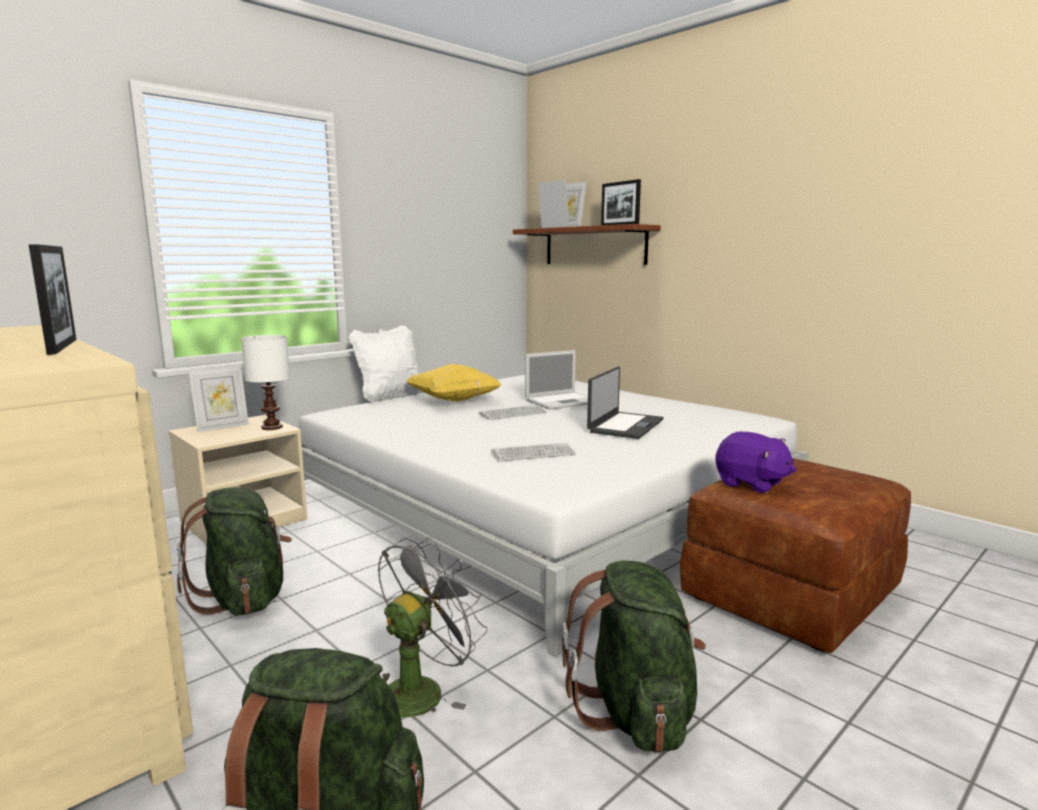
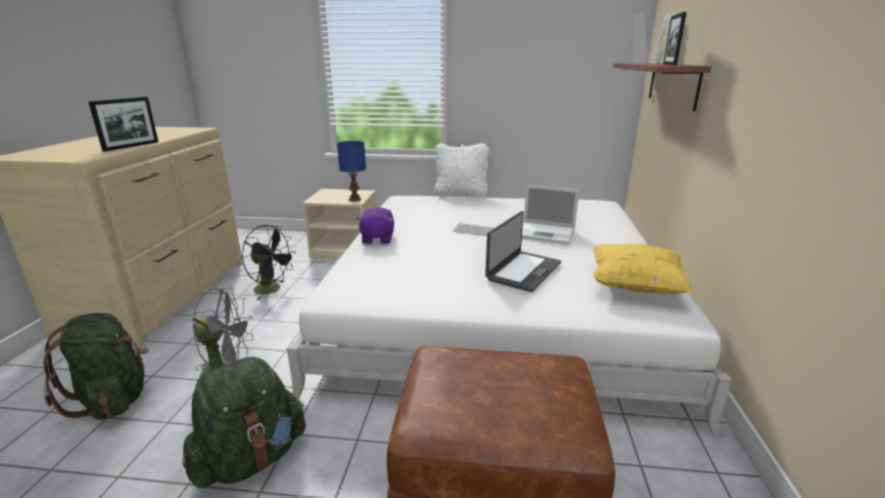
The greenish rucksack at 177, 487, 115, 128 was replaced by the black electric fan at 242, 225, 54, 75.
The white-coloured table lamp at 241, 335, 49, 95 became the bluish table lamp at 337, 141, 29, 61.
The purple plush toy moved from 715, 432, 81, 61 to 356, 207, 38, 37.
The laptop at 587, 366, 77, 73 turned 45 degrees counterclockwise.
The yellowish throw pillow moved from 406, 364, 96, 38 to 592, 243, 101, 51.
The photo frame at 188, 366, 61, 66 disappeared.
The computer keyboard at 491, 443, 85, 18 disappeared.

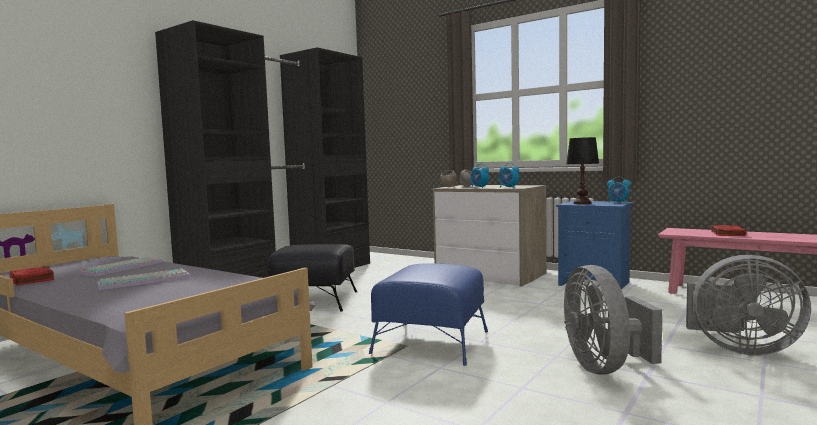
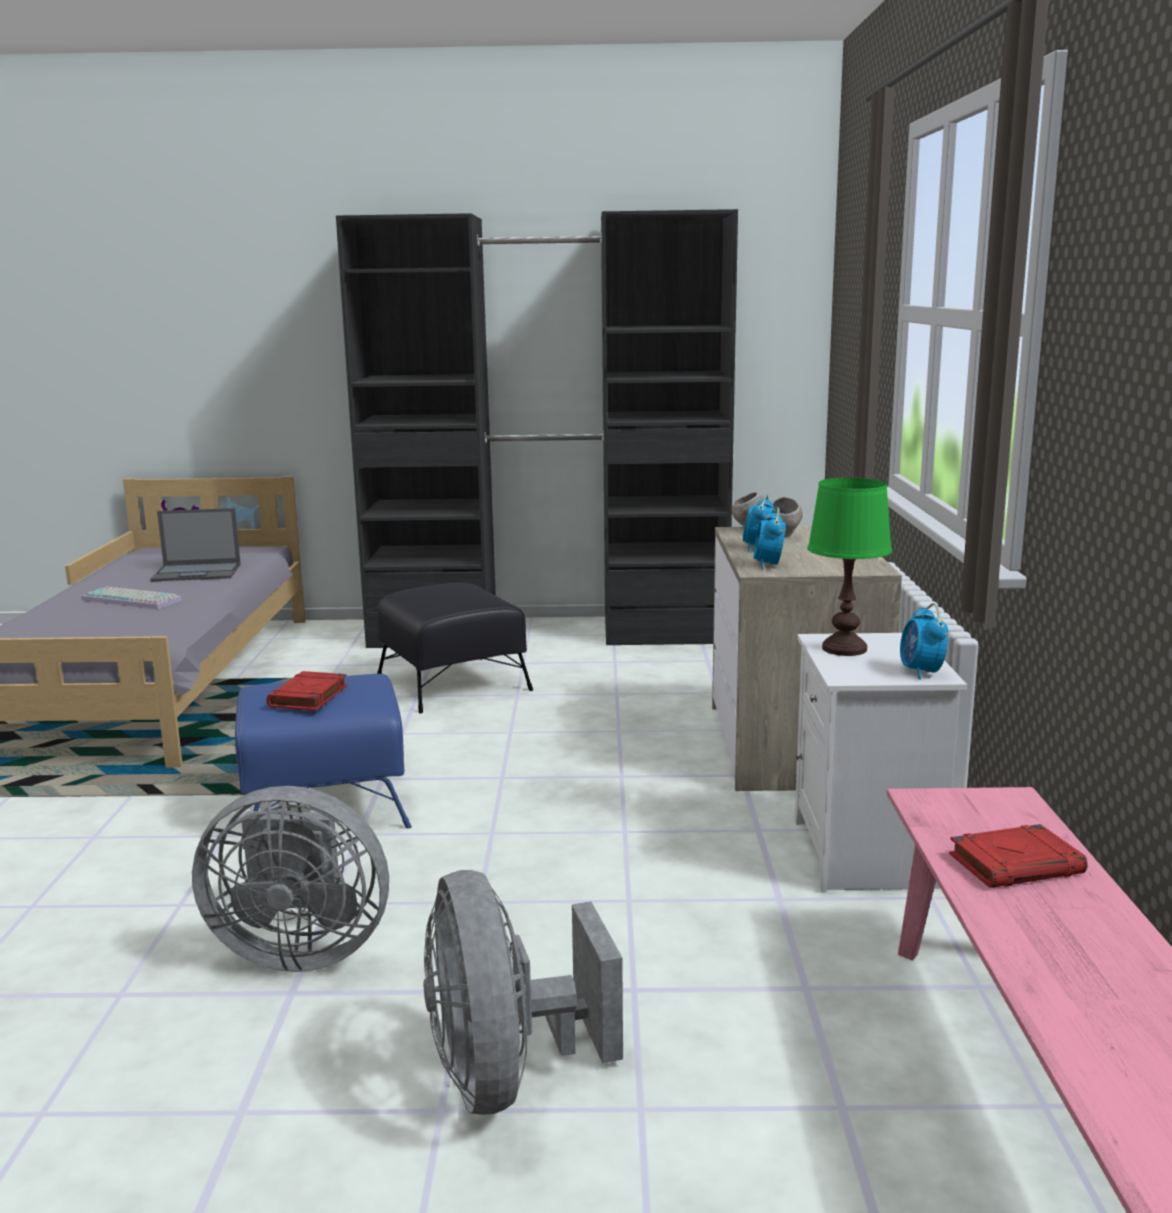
The computer keyboard at 80, 257, 83, 20 was replaced by the laptop at 150, 508, 91, 74.
The grey electric fan at 564, 265, 98, 110 turned 135 degrees counterclockwise.
The red-coloured volume moved from 9, 266, 45, 19 to 266, 671, 81, 40.
The bluish night table at 556, 201, 78, 88 became the white-coloured night table at 795, 633, 172, 259.
The black table lamp at 566, 137, 33, 67 became the greenish table lamp at 807, 478, 85, 178.

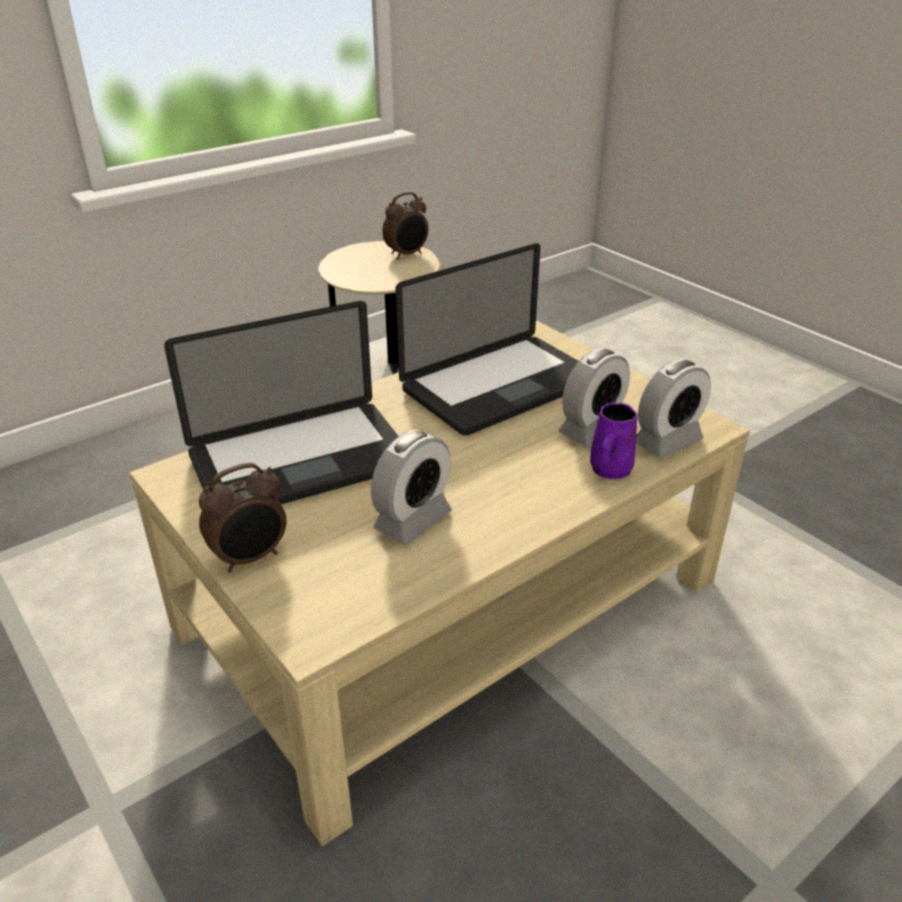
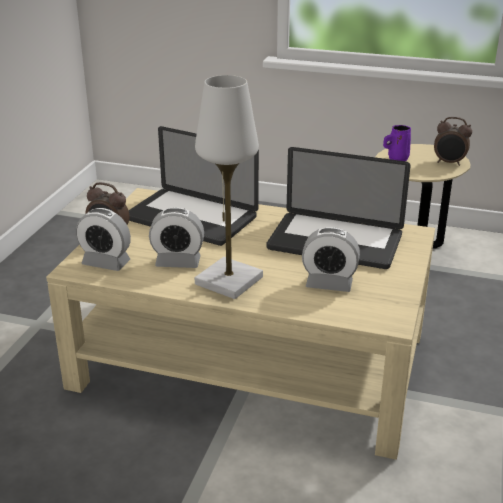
The bedside clock moved from 636, 359, 75, 99 to 76, 208, 55, 63.
The white-coloured table lamp at 195, 75, 68, 224 appeared.
The purple mug moved from 590, 403, 48, 76 to 383, 125, 28, 36.

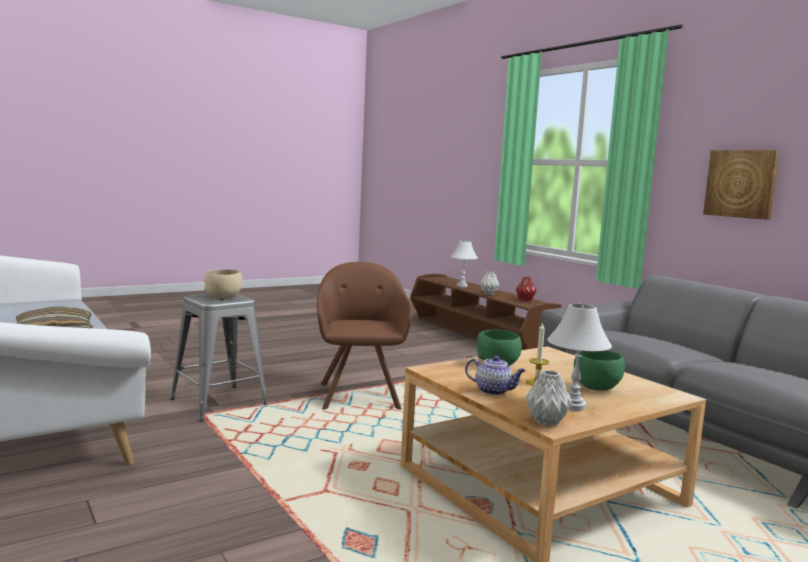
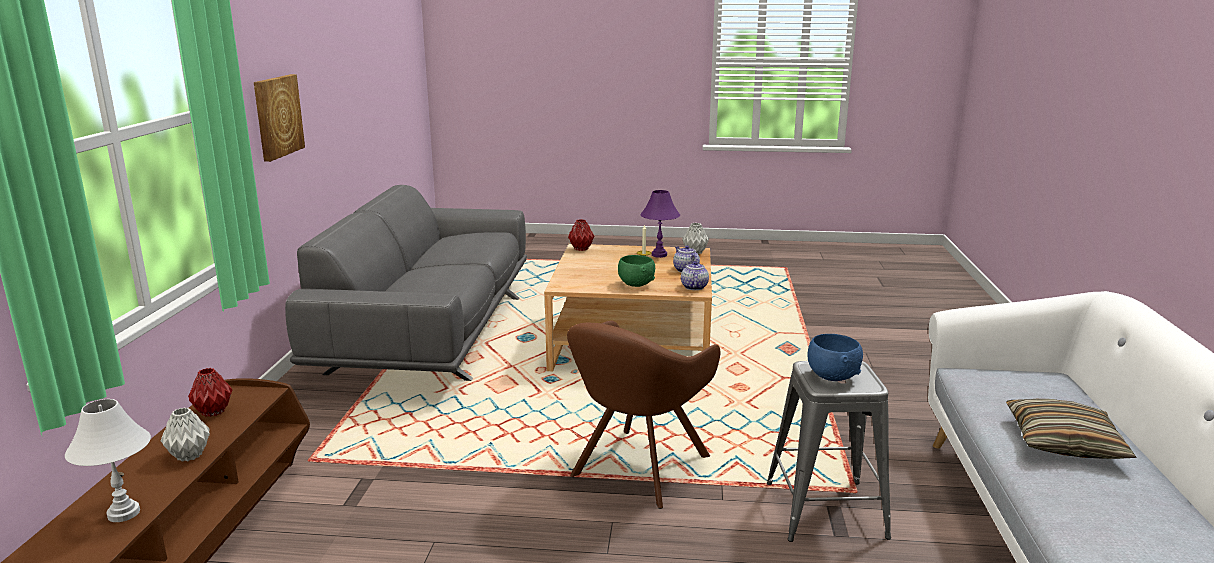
The red-coloured flower vase at 568, 219, 26, 32 appeared.
The white-coloured table lamp at 547, 304, 65, 107 became the purple table lamp at 640, 190, 40, 68.
The tea pot at 681, 261, 28, 29 appeared.
The sand-coloured deep dish at 204, 269, 38, 30 became the bluish deep dish at 808, 334, 55, 47.
The greenish deep dish at 574, 350, 51, 41 disappeared.

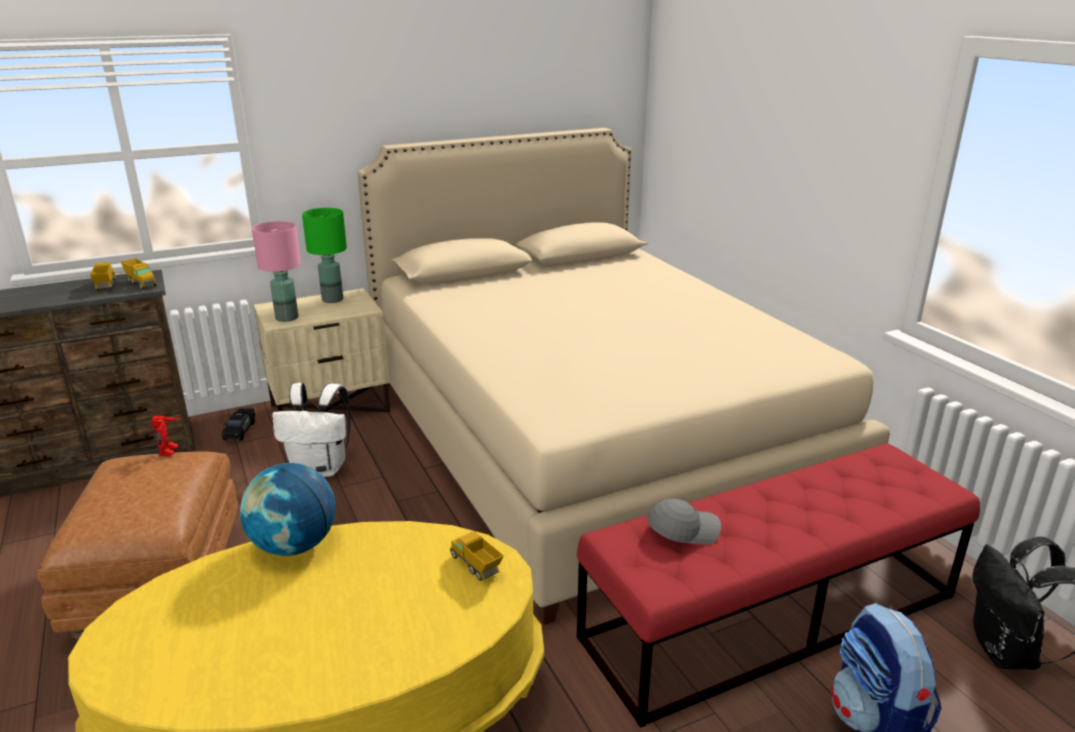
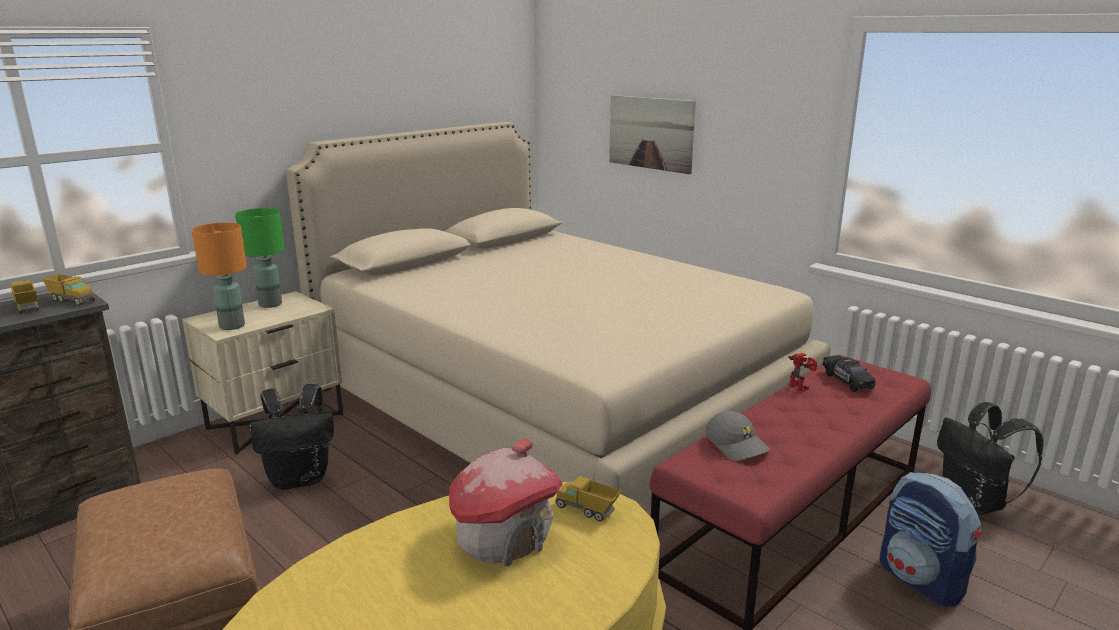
The pink table lamp at 252, 221, 49, 101 became the orange table lamp at 192, 222, 55, 108.
The white-coloured rucksack at 272, 383, 78, 94 became the black rucksack at 250, 384, 84, 106.
The model house at 449, 438, 114, 128 appeared.
The wall picture at 609, 95, 87, 79 appeared.
The grey peaked cap at 647, 499, 74, 46 turned 90 degrees clockwise.
The robot figure moved from 151, 416, 31, 40 to 788, 353, 29, 38.
The black model car moved from 222, 408, 33, 33 to 822, 355, 54, 37.
The globe at 240, 463, 96, 93 disappeared.

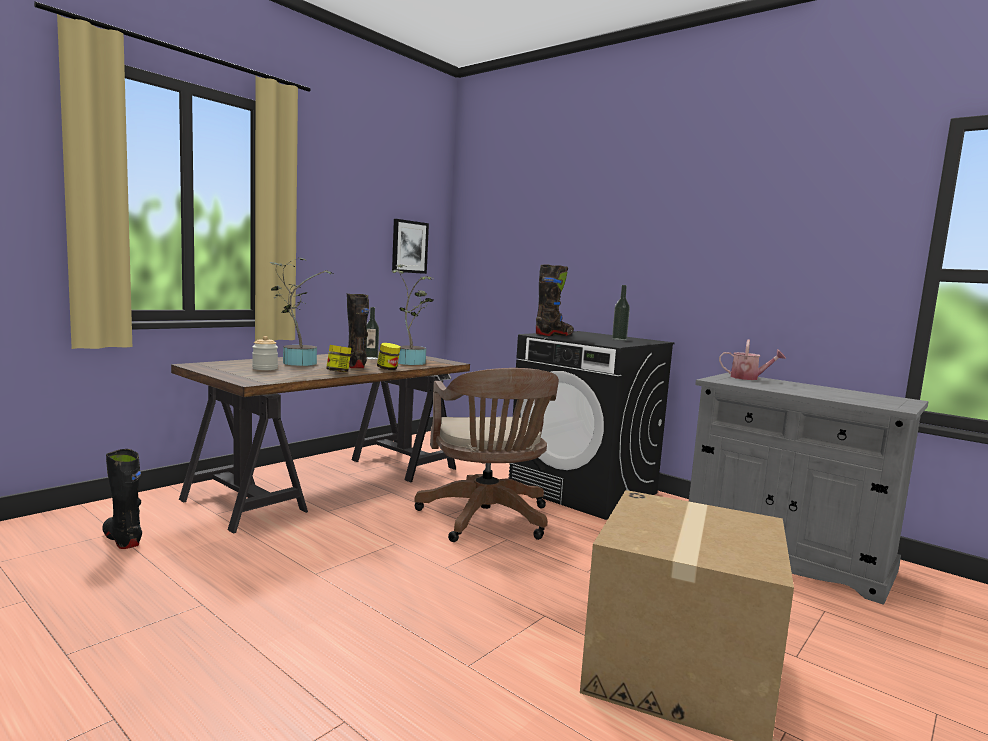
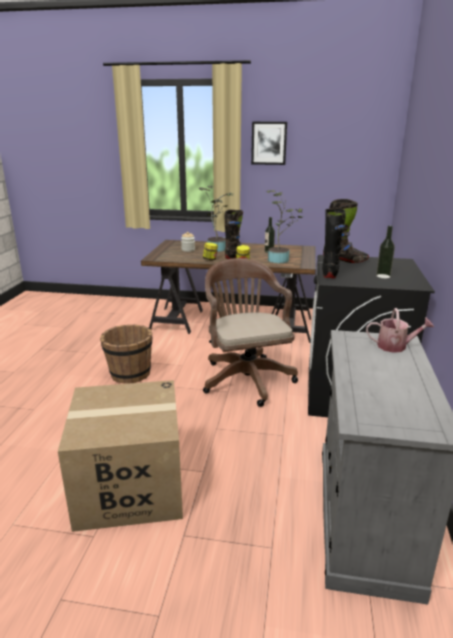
The brownish pail at 100, 325, 52, 59 appeared.
The brownish desk chair at 414, 368, 145, 174 turned 120 degrees clockwise.
The wall picture moved from 392, 219, 37, 55 to 251, 122, 36, 43.
The black boot moved from 102, 449, 40, 100 to 322, 208, 24, 70.
The watering pot at 719, 340, 67, 40 turned 75 degrees counterclockwise.

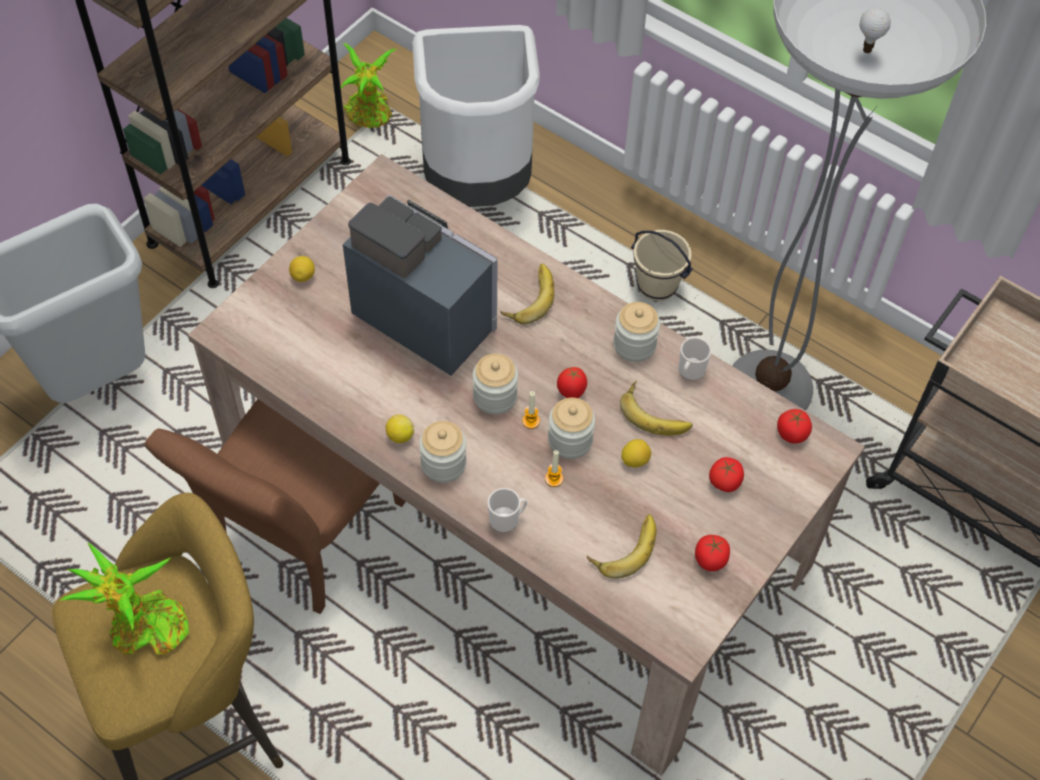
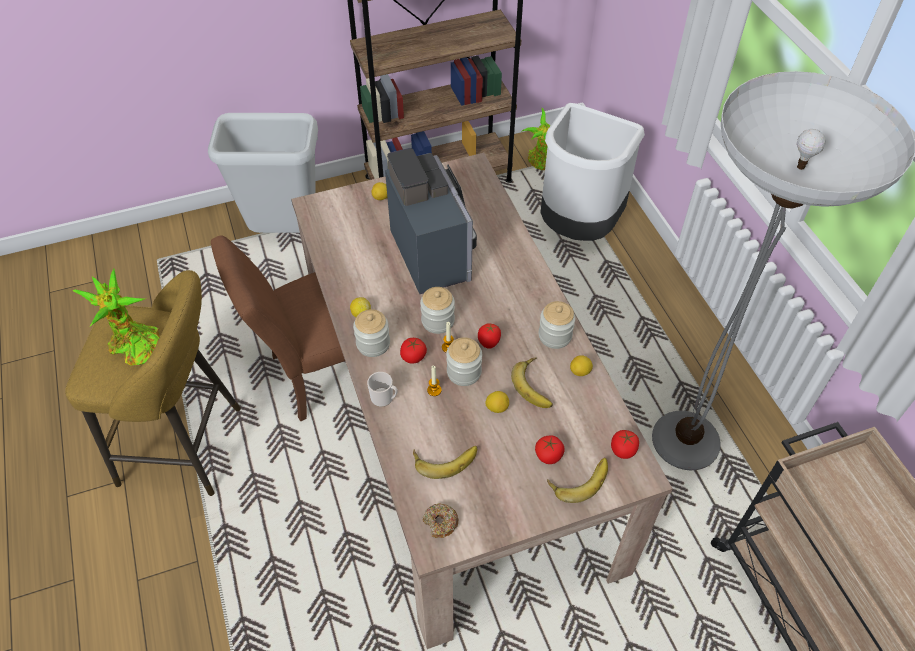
The whole tomato moved from 695, 535, 35, 36 to 400, 338, 27, 26.
The donut at 423, 503, 35, 35 appeared.
The banana fruit moved from 500, 264, 54, 60 to 547, 458, 61, 45.
The mug at 678, 337, 33, 44 was replaced by the citrus fruit at 570, 355, 23, 21.
The sand-coloured pail at 631, 230, 62, 71 disappeared.

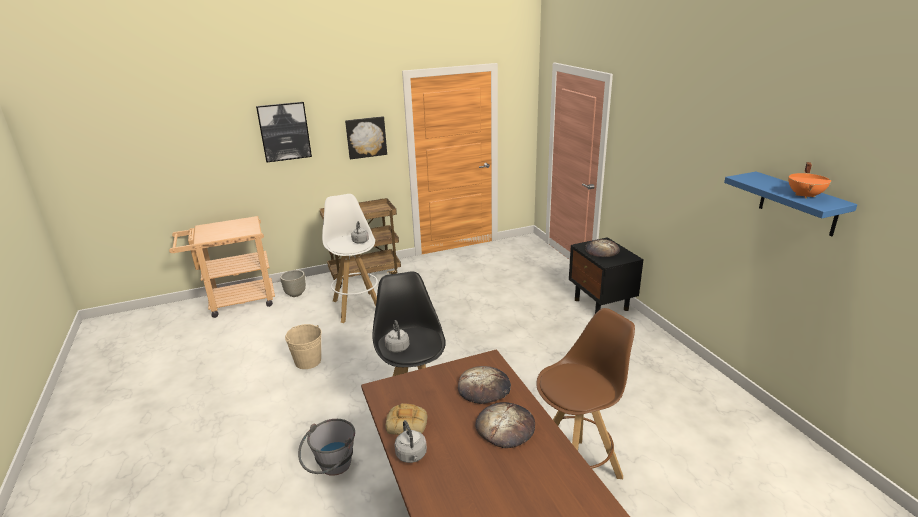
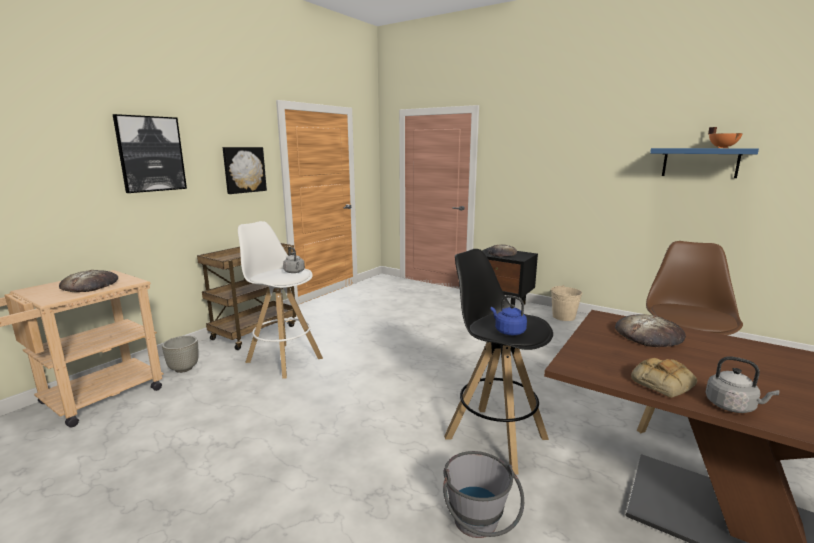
The baked bread moved from 475, 402, 60, 46 to 59, 270, 59, 22.
The grey kettle at 385, 320, 24, 33 became the bluish kettle at 491, 295, 36, 40.
The sand-coloured pail moved from 285, 324, 37, 45 to 551, 285, 31, 36.

